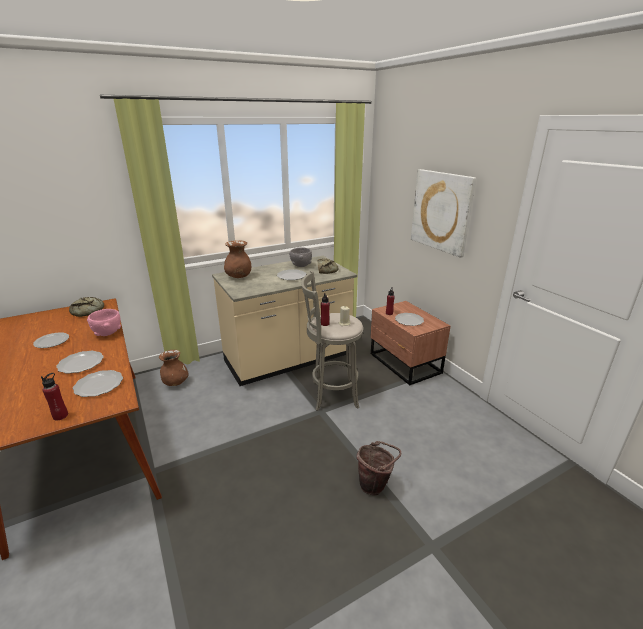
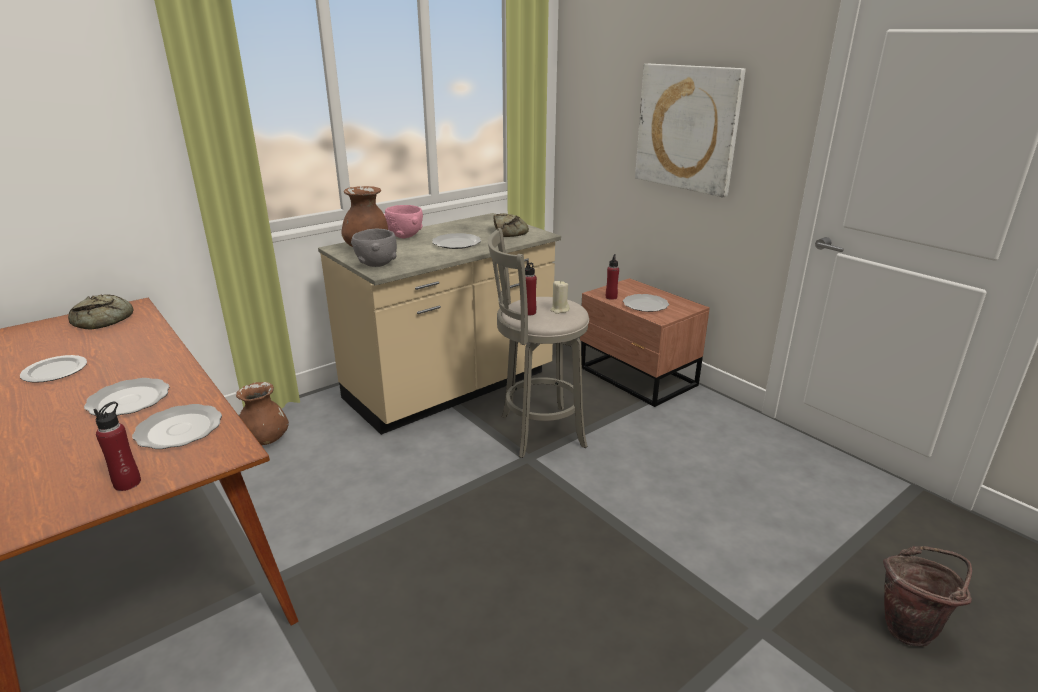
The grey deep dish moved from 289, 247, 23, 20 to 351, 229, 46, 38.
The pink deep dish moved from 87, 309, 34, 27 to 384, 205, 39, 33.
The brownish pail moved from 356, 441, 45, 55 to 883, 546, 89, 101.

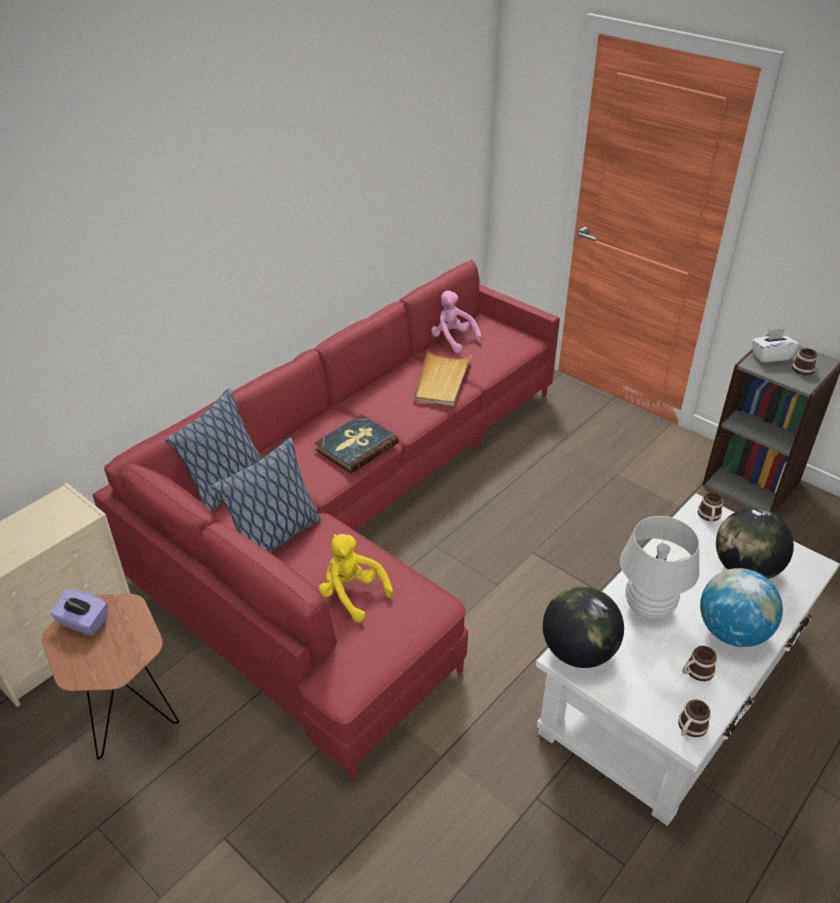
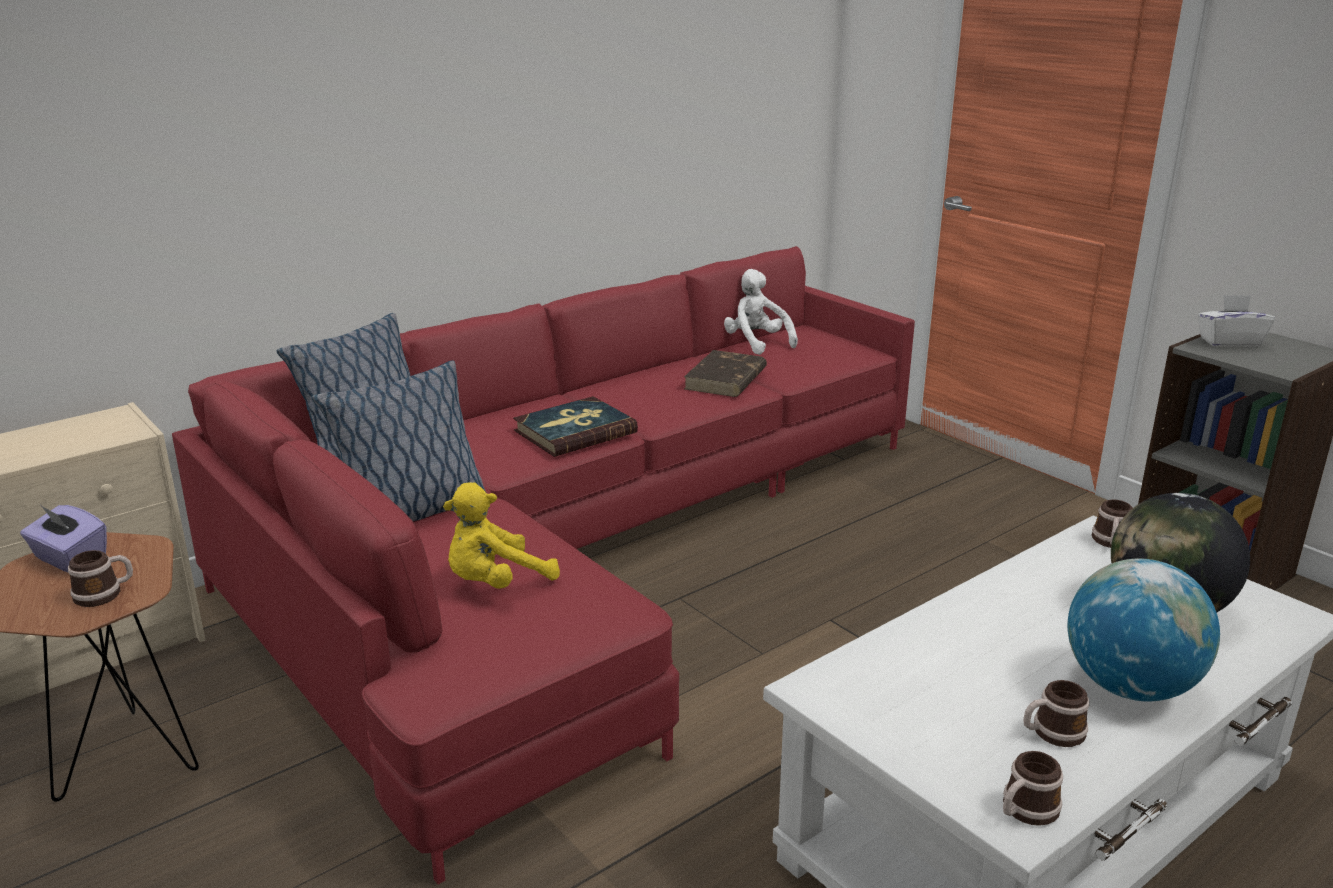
The mug moved from 792, 348, 25, 27 to 68, 550, 65, 57.
The yellowish plush toy at 319, 534, 74, 88 turned 90 degrees counterclockwise.
The sand-coloured tray at 414, 350, 58, 56 was replaced by the brownish volume at 684, 350, 83, 47.
The pink plush toy at 431, 291, 51, 62 became the white-coloured plush toy at 724, 269, 74, 86.
The globe at 543, 586, 81, 82 disappeared.
The white-coloured table lamp at 620, 516, 79, 104 disappeared.

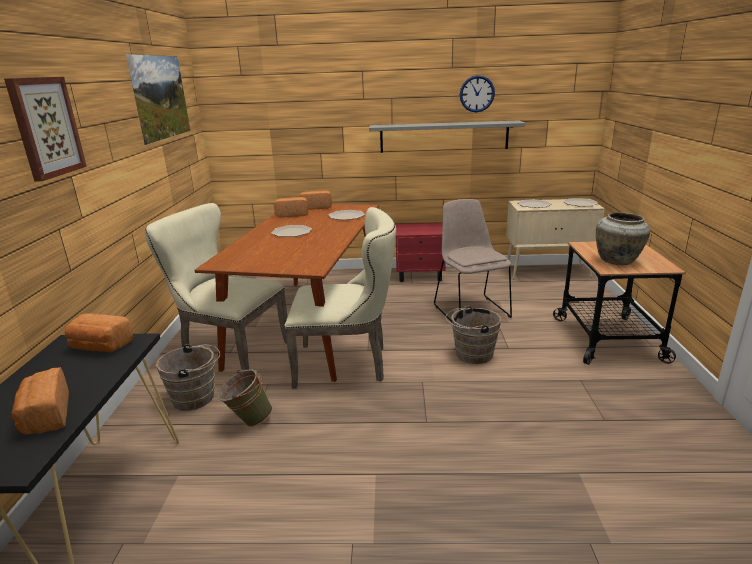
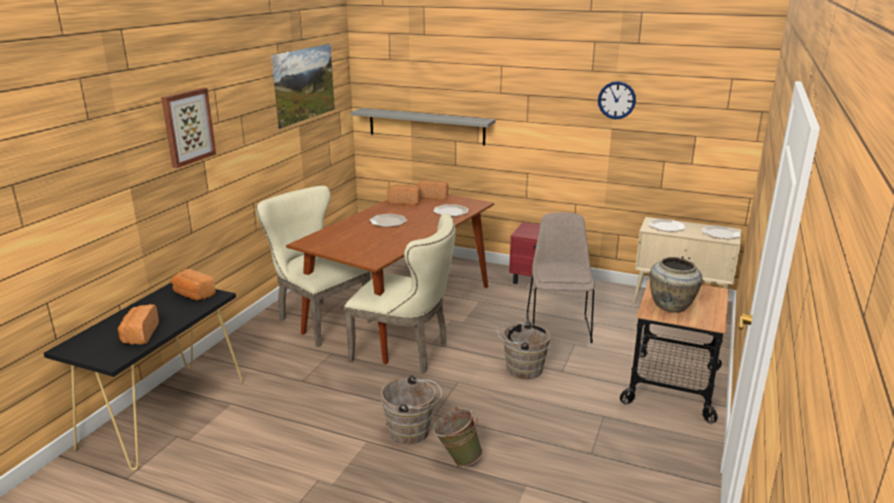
The grey bracket shelf moved from 369, 120, 156, 33 to 351, 108, 145, 38.
The brownish pail moved from 156, 344, 64, 67 to 380, 375, 62, 69.
The greenish pail moved from 218, 370, 55, 57 to 433, 406, 50, 60.

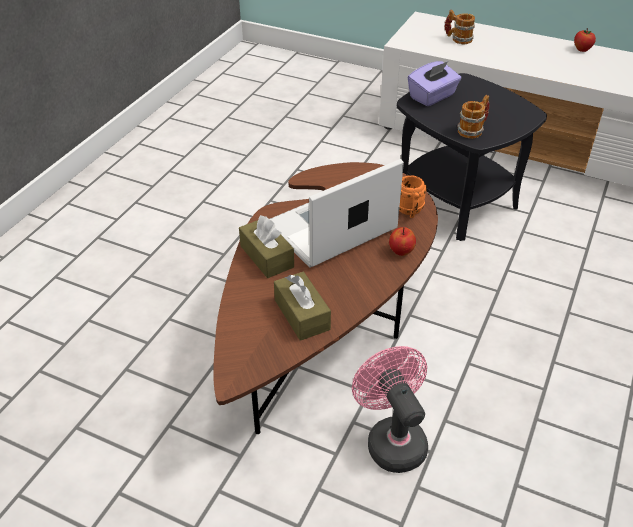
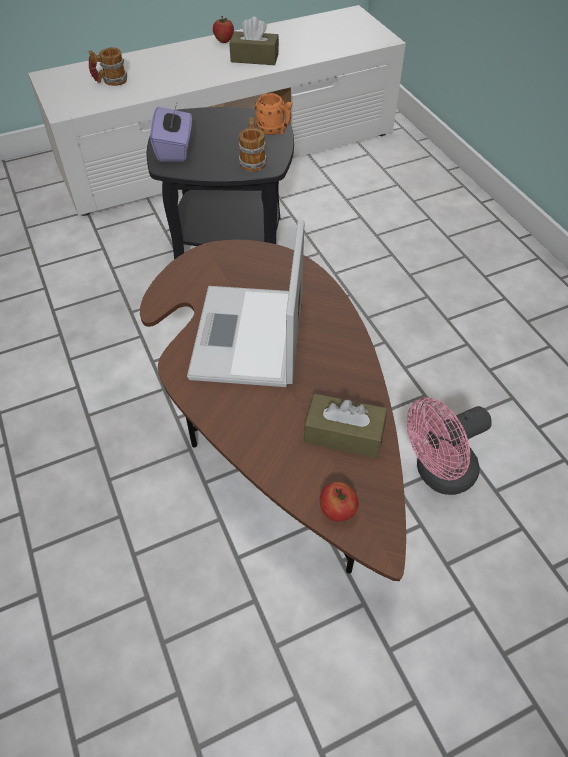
The brownish box of tissues moved from 239, 215, 55, 63 to 229, 17, 50, 48.
The orange mug moved from 399, 175, 28, 43 to 255, 93, 37, 42.
The whole apple moved from 389, 227, 27, 29 to 320, 482, 39, 40.
The pink electric fan at 352, 346, 76, 127 turned 45 degrees counterclockwise.

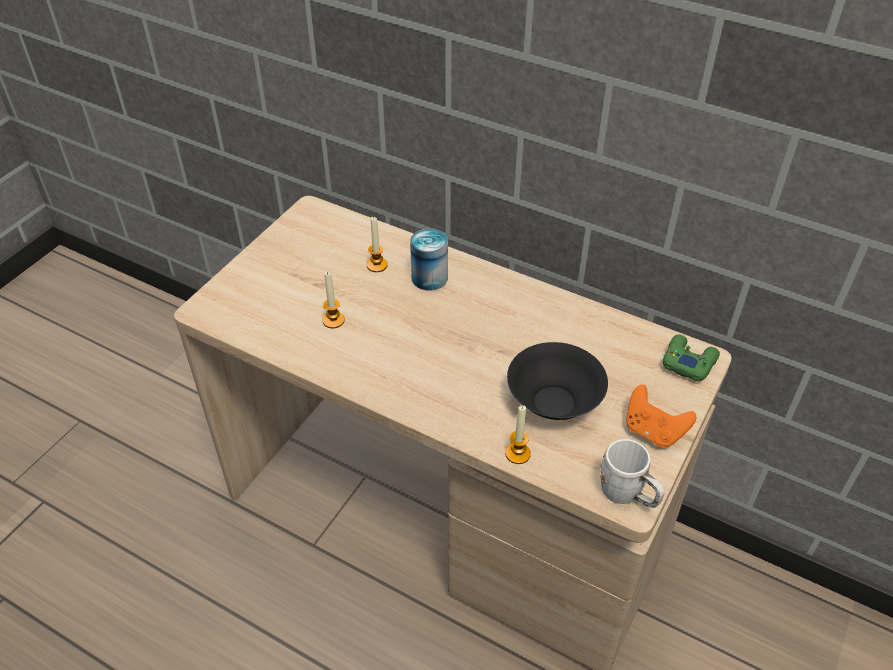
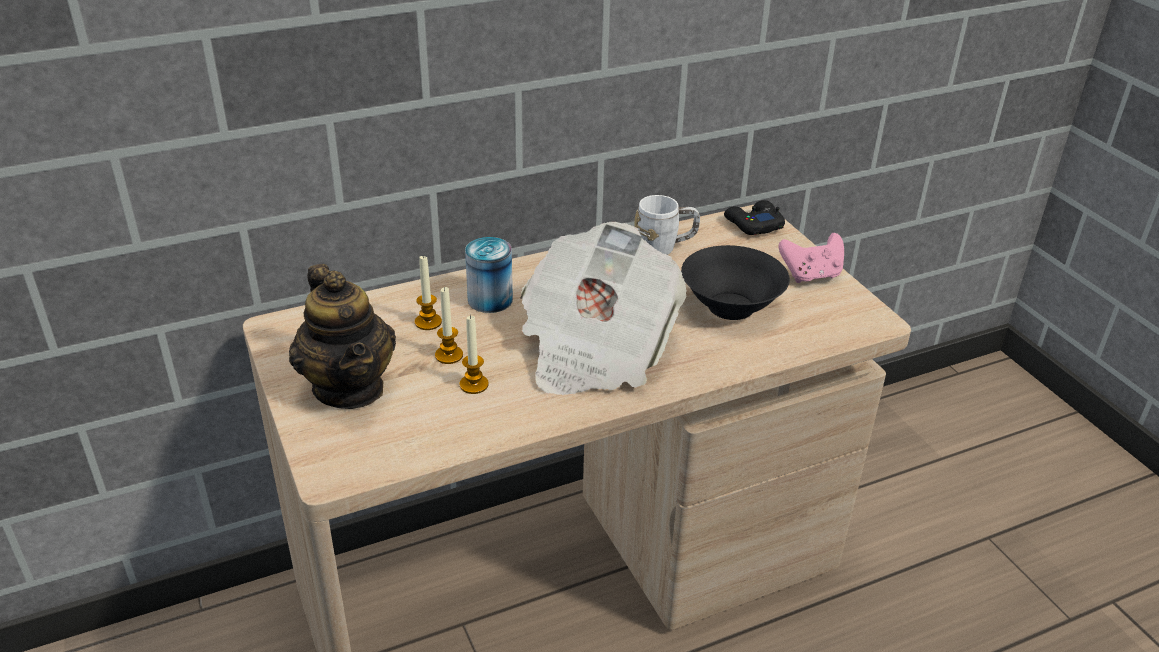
The tea pot at 289, 264, 107, 145 appeared.
The candle moved from 505, 405, 26, 59 to 435, 287, 28, 77.
The newspaper at 520, 222, 167, 173 appeared.
The white-coloured mug moved from 600, 439, 64, 69 to 634, 195, 66, 60.
The greenish joypad at 663, 335, 57, 46 became the black joypad at 724, 200, 61, 35.
The orange joypad at 626, 385, 70, 62 became the pink joypad at 779, 233, 65, 50.

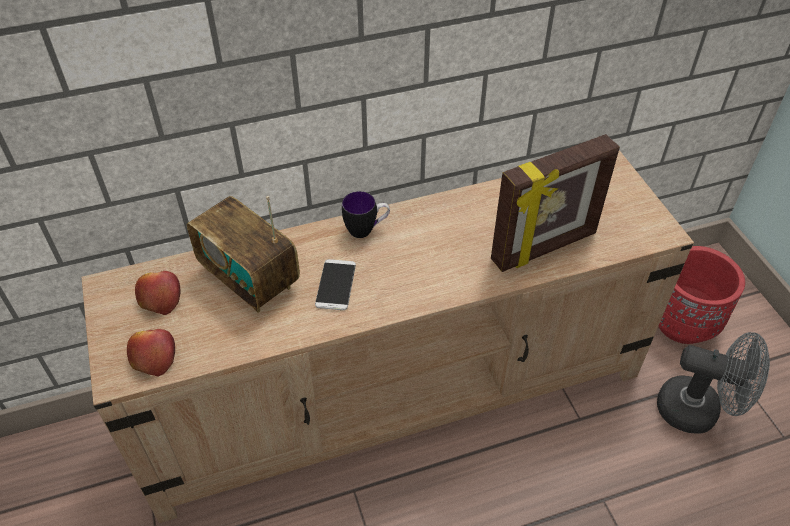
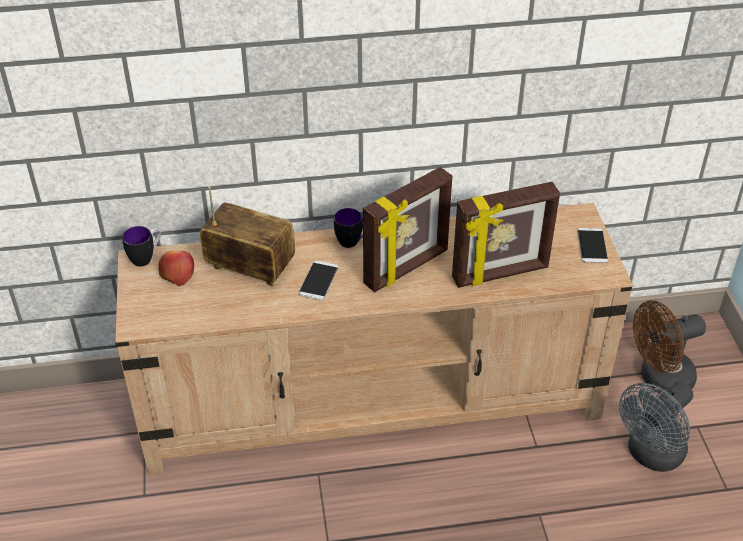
The mug at 122, 226, 39, 41 appeared.
The radio at 187, 196, 113, 117 turned 150 degrees clockwise.
The photo frame at 363, 167, 89, 125 appeared.
The phone at 577, 228, 31, 35 appeared.
The grey electric fan at 657, 332, 113, 102 turned 105 degrees clockwise.
The red-coloured flower pot at 658, 246, 87, 98 was replaced by the brownish electric fan at 633, 300, 73, 94.
The whole apple at 127, 329, 48, 47 disappeared.

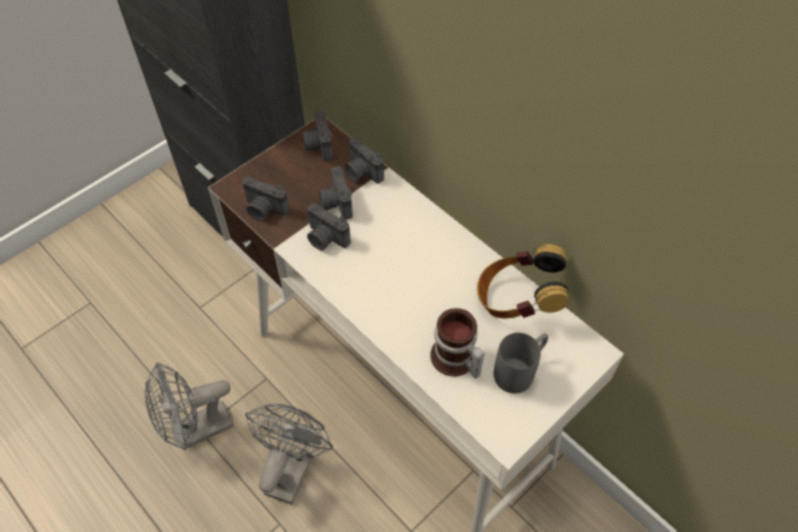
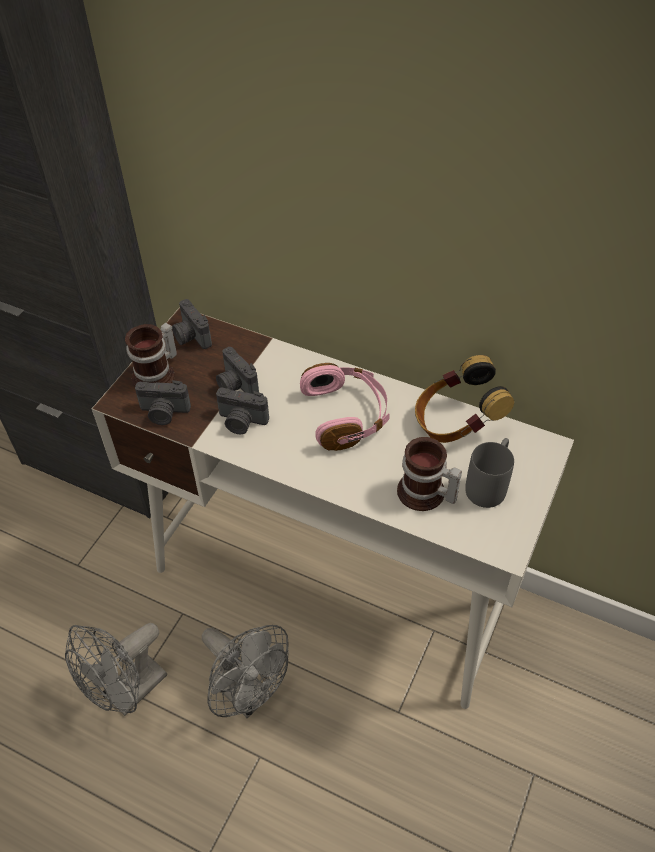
The mug at 125, 323, 52, 63 appeared.
The grey electric fan at 245, 404, 88, 100 turned 135 degrees clockwise.
The pink pair of headphones at 300, 363, 90, 88 appeared.
The still camera at 344, 137, 40, 47 disappeared.

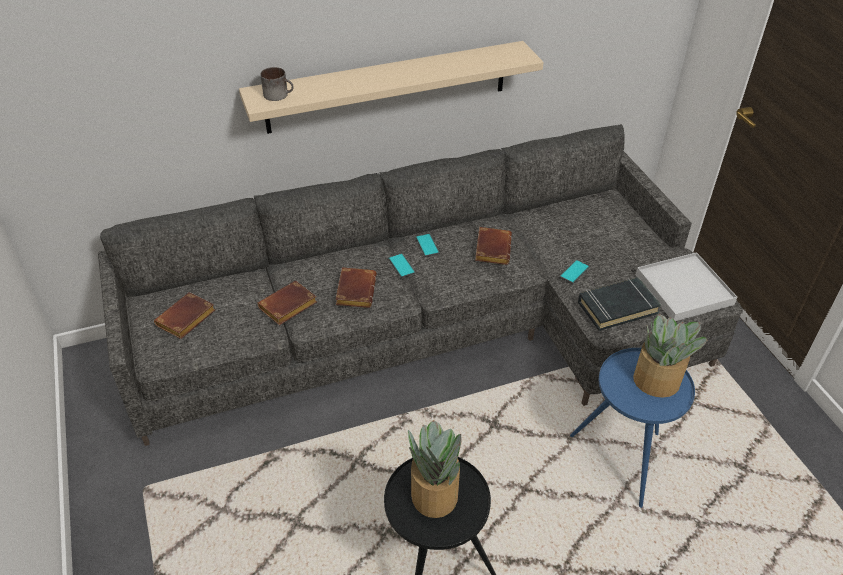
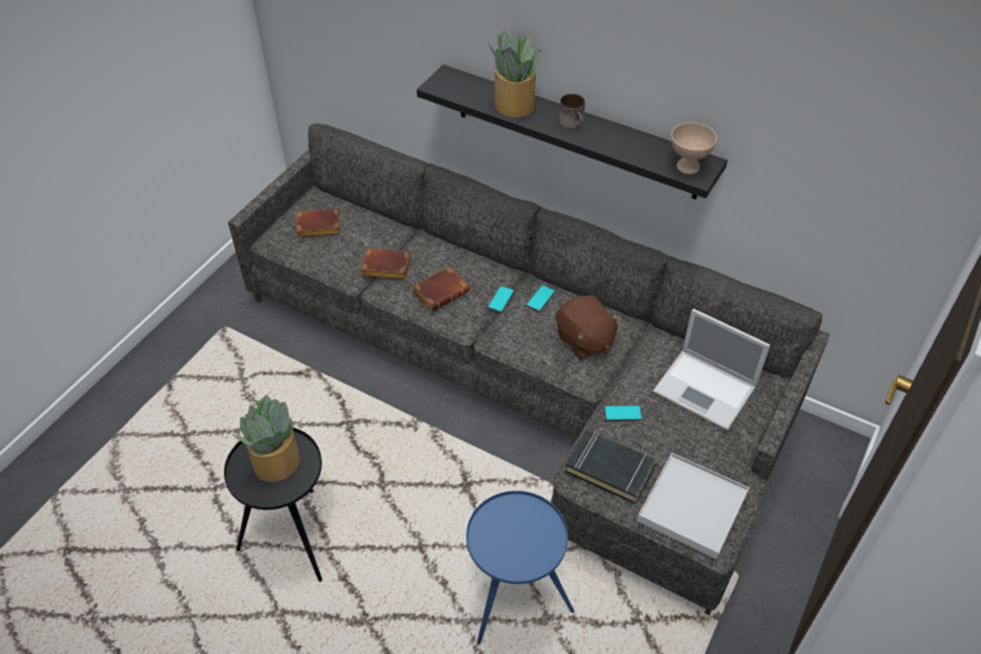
The sand-coloured bracket shelf at 239, 41, 305, 93 became the black bracket shelf at 417, 65, 311, 134.
The plant in a pot moved from 633, 314, 75, 84 to 488, 30, 54, 88.
The brownish volume at 475, 227, 37, 38 was replaced by the brownish plush toy at 556, 295, 64, 64.
The mug moved from 260, 67, 34, 34 to 559, 94, 26, 34.
The laptop at 653, 308, 117, 123 appeared.
The sand-coloured deep dish at 671, 122, 46, 52 appeared.

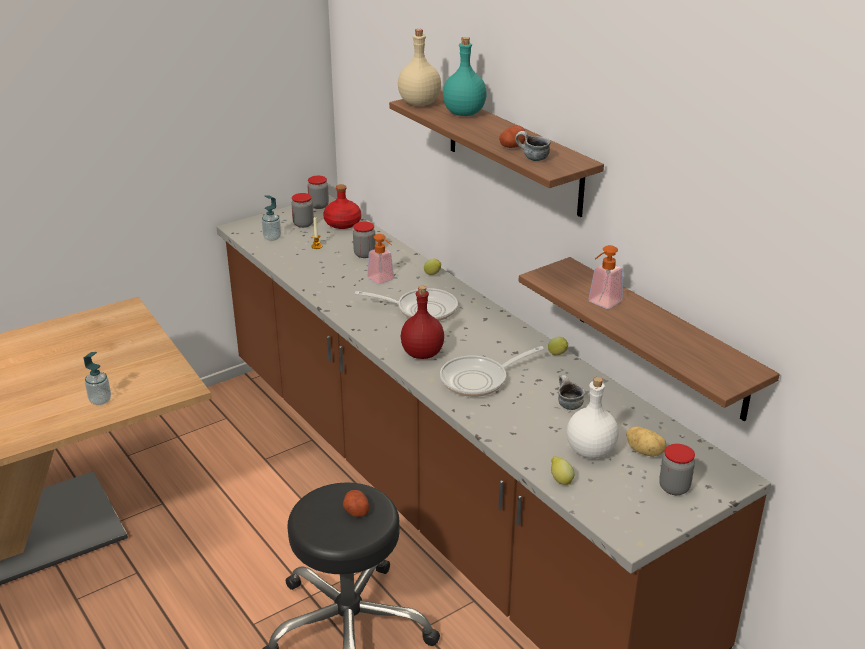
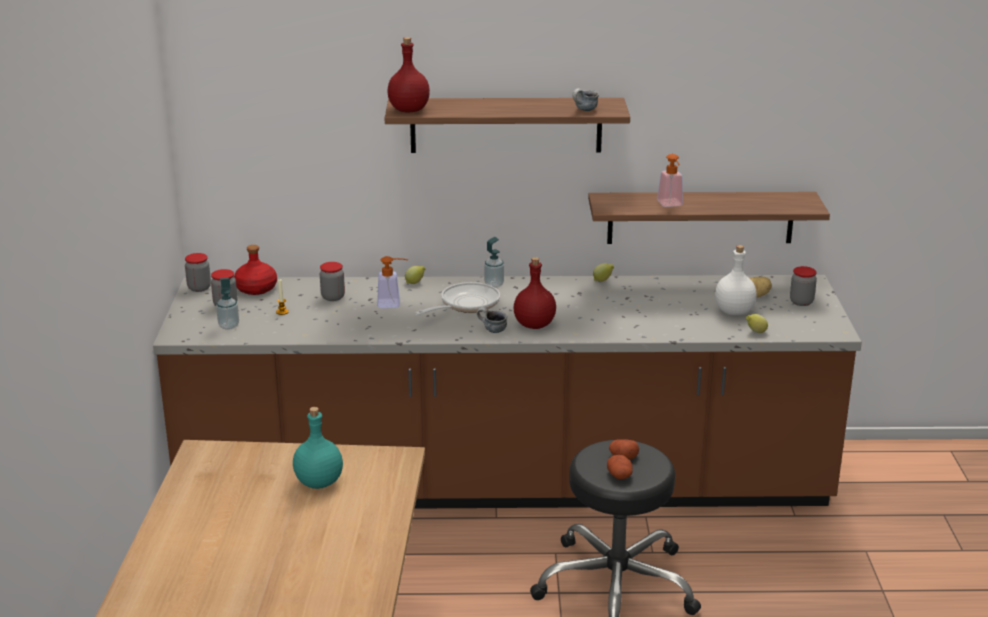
The turquoise-coloured bottle moved from 443, 37, 44, 79 to 293, 407, 50, 82.
The sand-coloured bottle at 398, 29, 43, 77 became the red-coloured bottle at 387, 37, 43, 75.
The mug moved from 558, 375, 27, 35 to 477, 307, 30, 26.
The liquid soap bottle moved from 84, 352, 27, 53 to 484, 237, 20, 51.
The spud moved from 499, 125, 27, 23 to 607, 455, 26, 24.
The skillet at 440, 346, 104, 51 disappeared.

